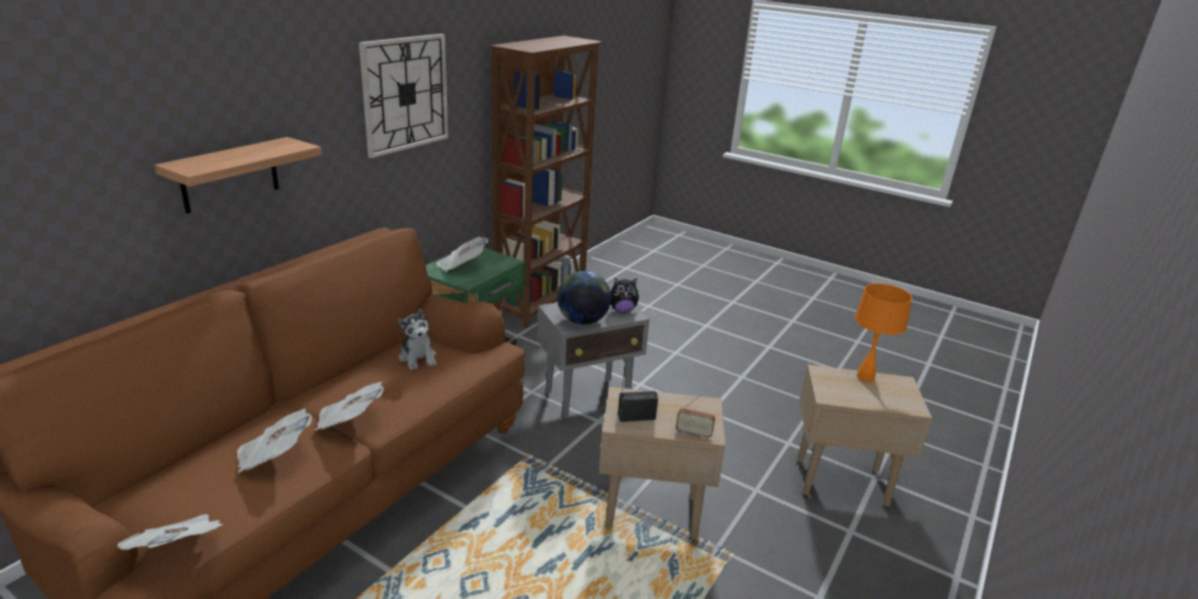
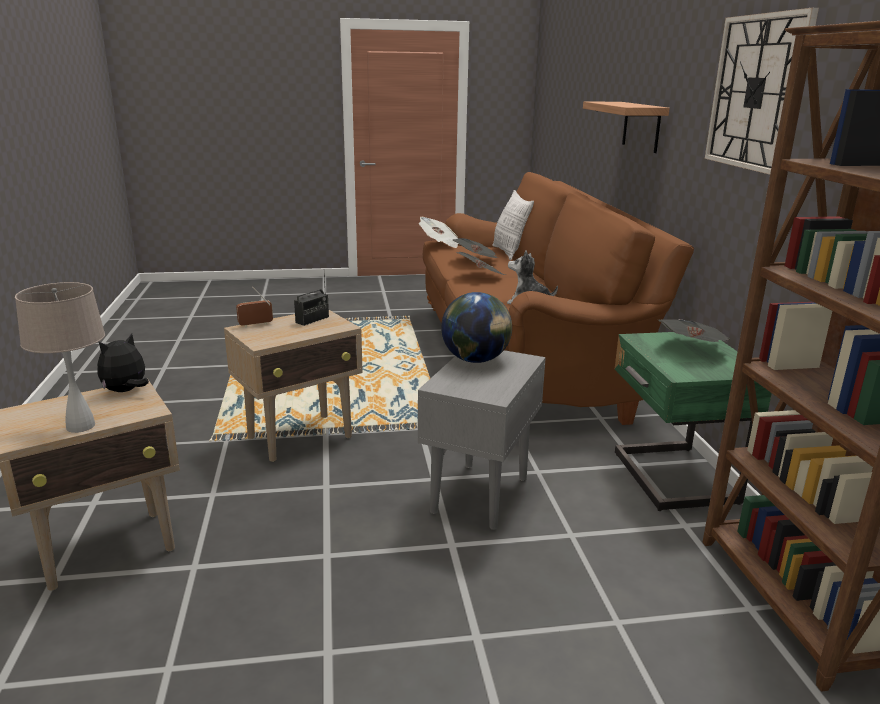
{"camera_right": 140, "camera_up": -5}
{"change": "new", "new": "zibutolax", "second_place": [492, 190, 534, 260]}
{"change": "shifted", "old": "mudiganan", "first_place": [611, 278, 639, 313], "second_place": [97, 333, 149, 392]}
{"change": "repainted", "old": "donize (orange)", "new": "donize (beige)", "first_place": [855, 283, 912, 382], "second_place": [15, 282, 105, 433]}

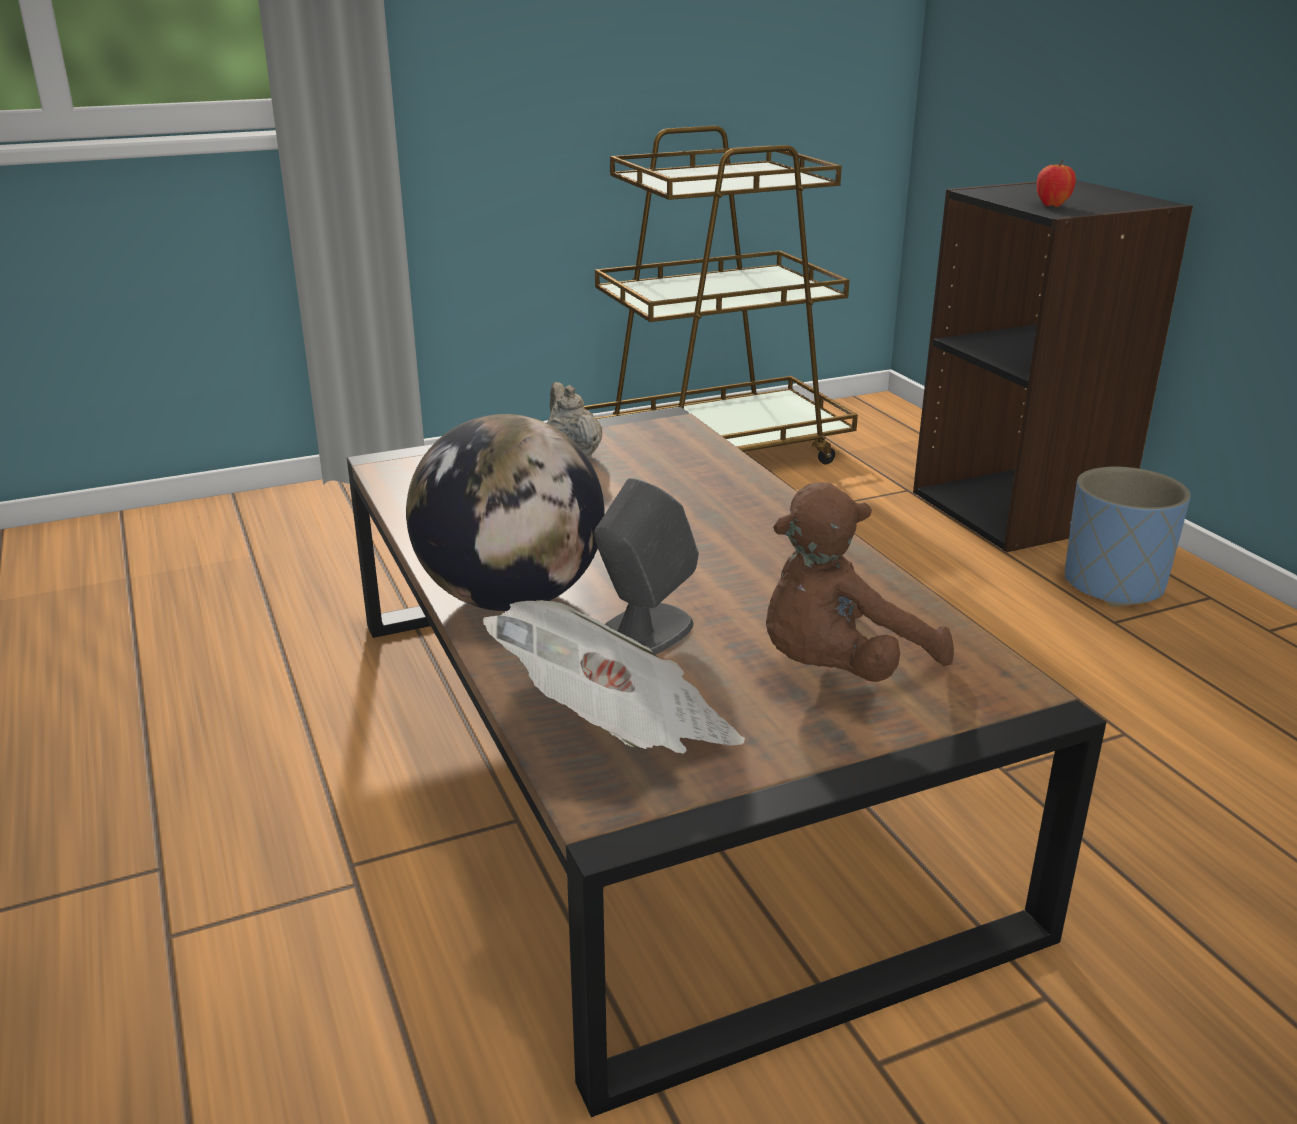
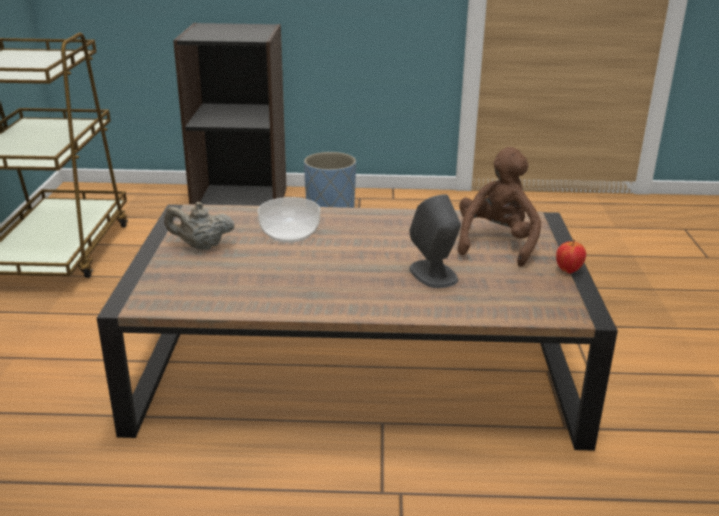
{"camera_right": -65, "camera_up": 0}
{"change": "gone", "old": "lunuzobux", "first_place": [406, 414, 604, 611]}
{"change": "gone", "old": "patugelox", "first_place": [483, 600, 745, 754]}
{"change": "new", "new": "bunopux", "second_place": [258, 197, 320, 243]}
{"change": "shifted", "old": "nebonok", "first_place": [1037, 160, 1076, 207], "second_place": [556, 239, 586, 273]}
{"change": "rotated", "old": "mudiganan (brown)", "first_place": [766, 482, 954, 682], "second_place": [457, 147, 541, 267], "degrees": -150}

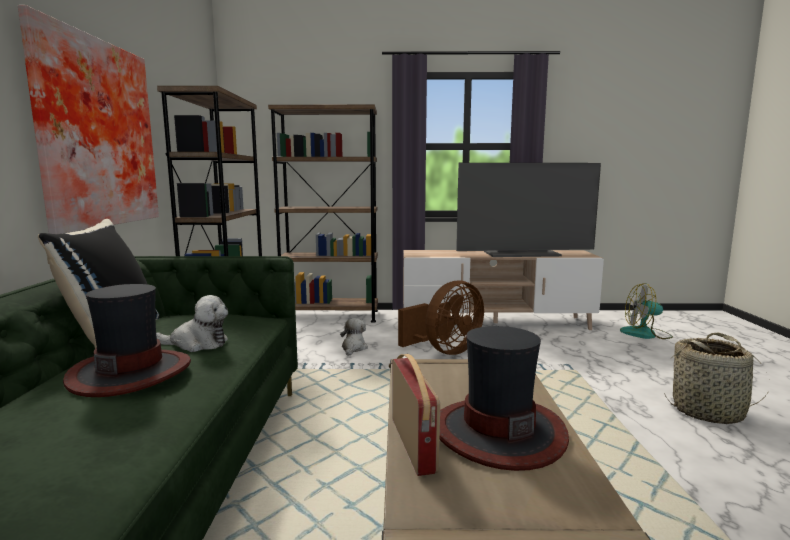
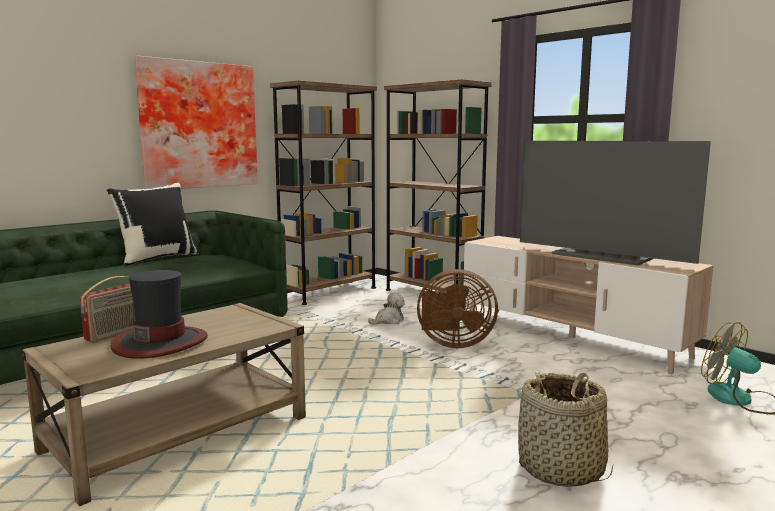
{"camera_right": 45, "camera_up": 0}
{"change": "gone", "old": "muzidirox", "first_place": [63, 284, 191, 397]}
{"change": "gone", "old": "mudiganan", "first_place": [156, 295, 228, 352]}

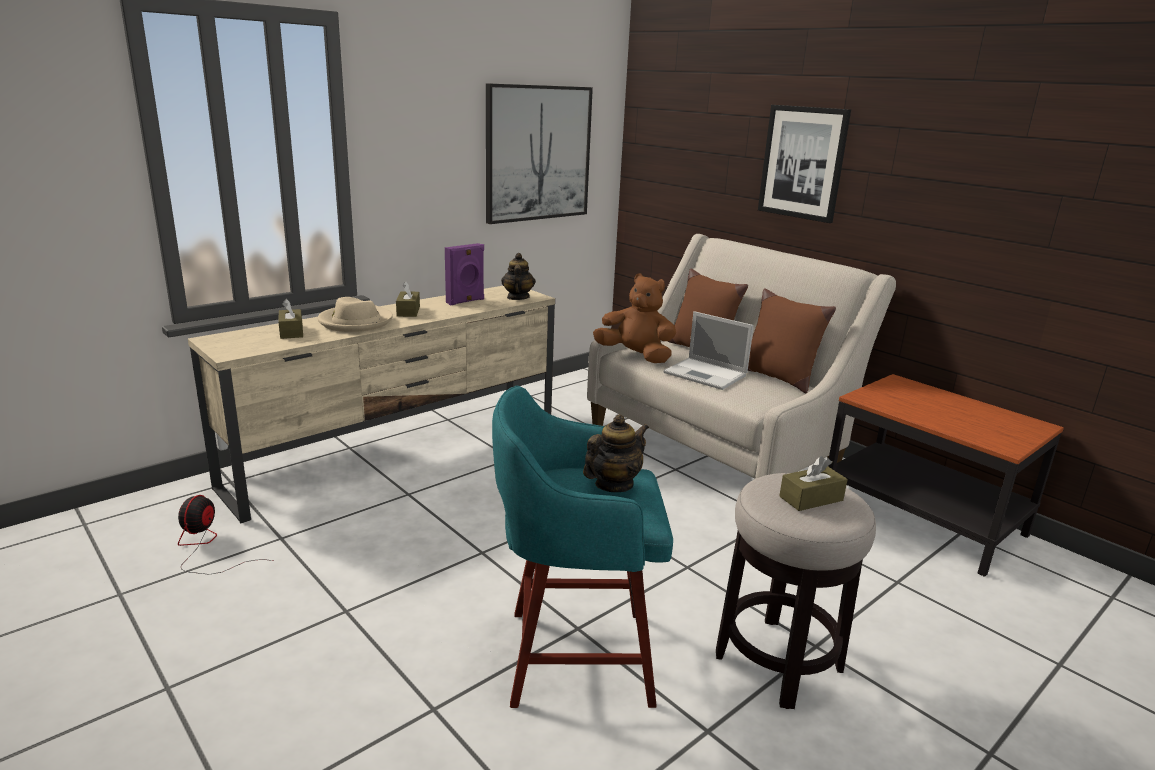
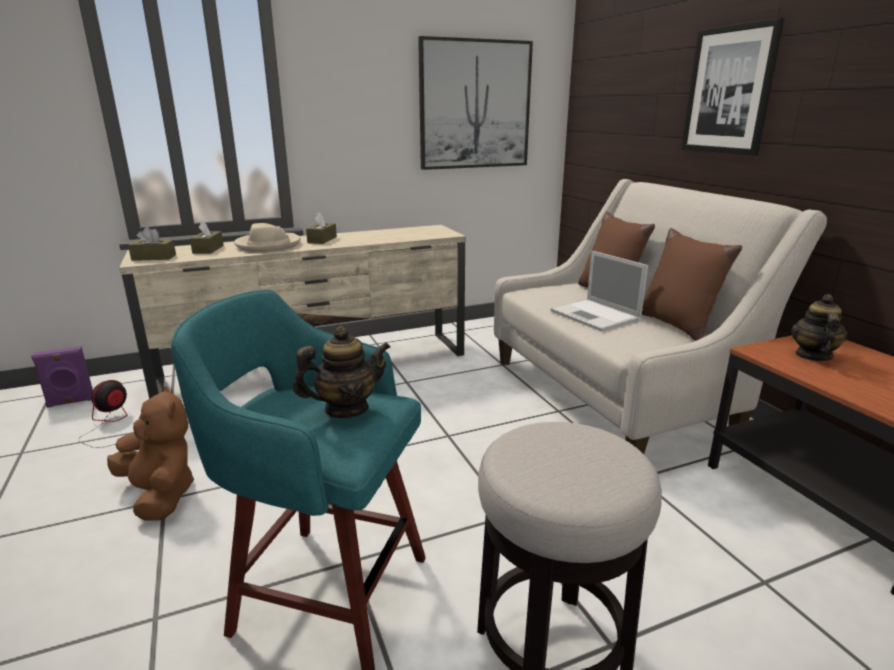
{"camera_right": 20, "camera_up": 0}
{"change": "shifted", "old": "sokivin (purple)", "first_place": [445, 243, 484, 305], "second_place": [31, 346, 93, 408]}
{"change": "shifted", "old": "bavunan", "first_place": [501, 253, 536, 300], "second_place": [791, 294, 848, 361]}
{"change": "shifted", "old": "mudiganan (brown)", "first_place": [593, 273, 676, 363], "second_place": [107, 386, 194, 520]}
{"change": "shifted", "old": "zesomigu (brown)", "first_place": [779, 456, 848, 511], "second_place": [128, 227, 176, 261]}

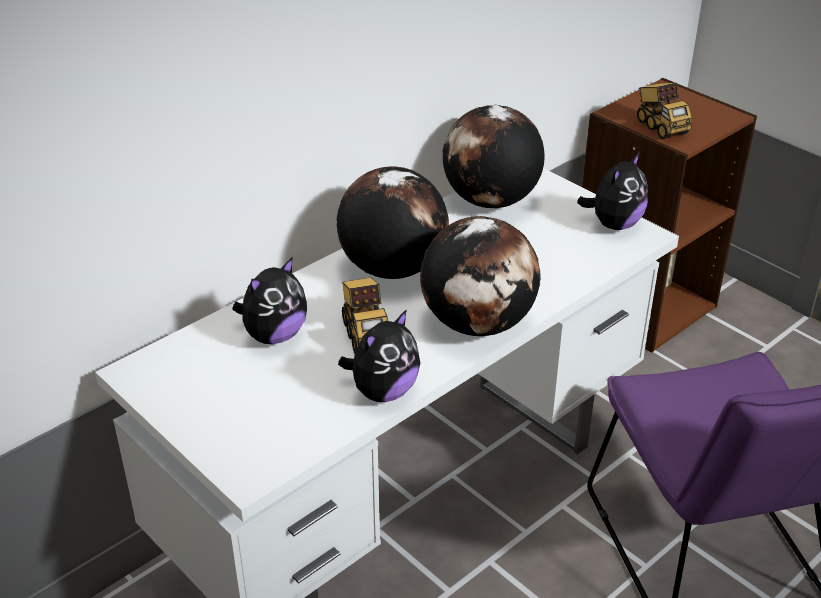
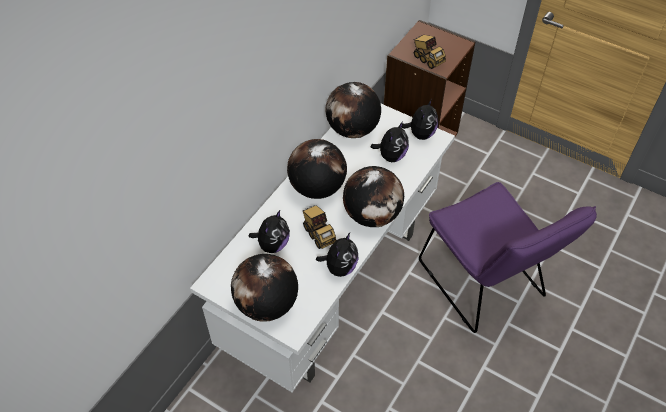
{"camera_right": -15, "camera_up": 15}
{"change": "new", "new": "lunuzobux", "second_place": [231, 254, 298, 322]}
{"change": "new", "new": "mudiganan", "second_place": [371, 121, 409, 162]}

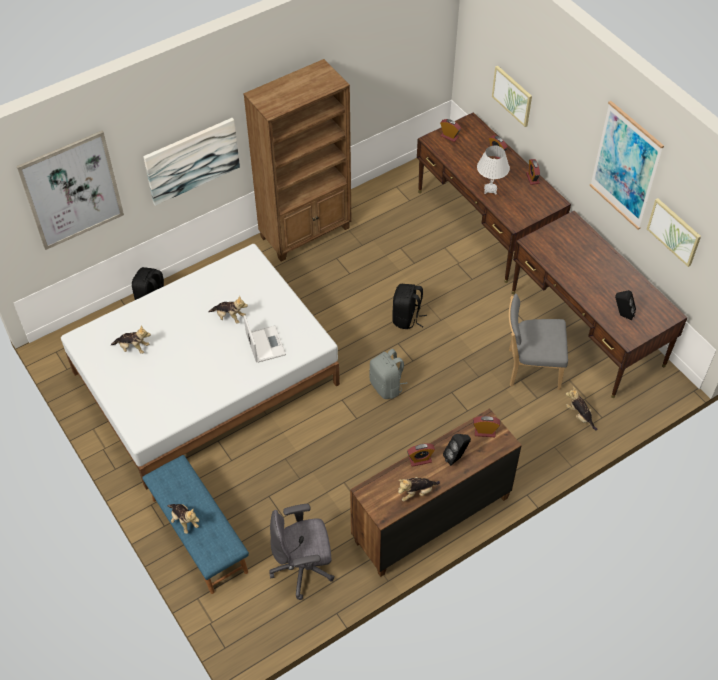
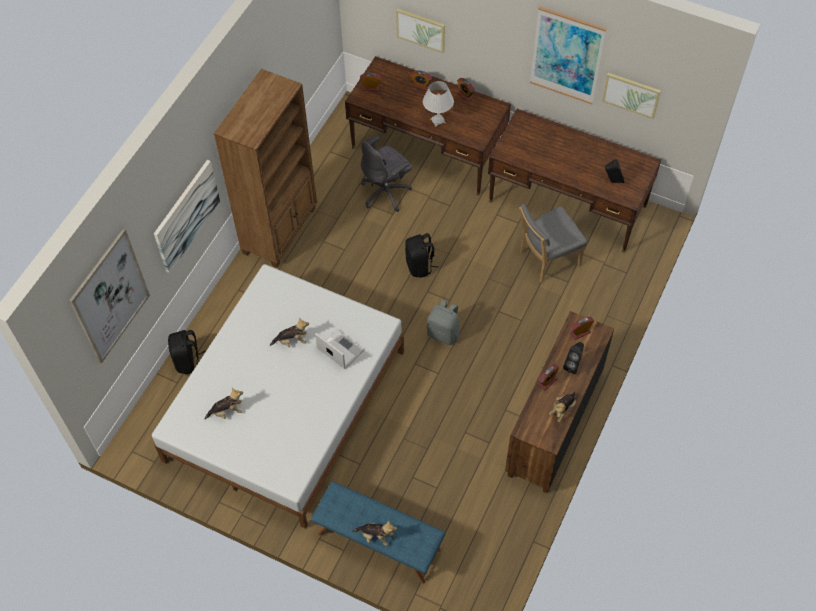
{"camera_right": -30, "camera_up": 5}
{"change": "gone", "old": "mudiganan", "first_place": [566, 386, 597, 431]}
{"change": "shifted", "old": "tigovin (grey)", "first_place": [269, 504, 335, 600], "second_place": [361, 135, 412, 212]}

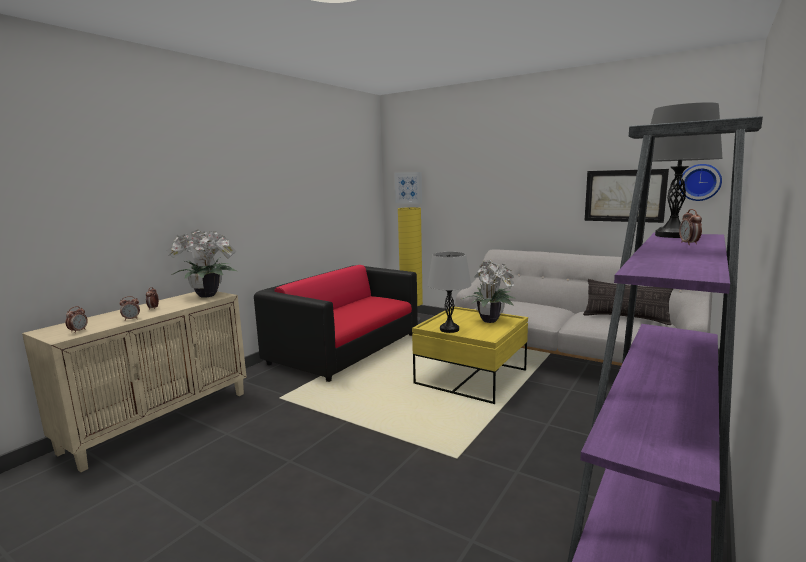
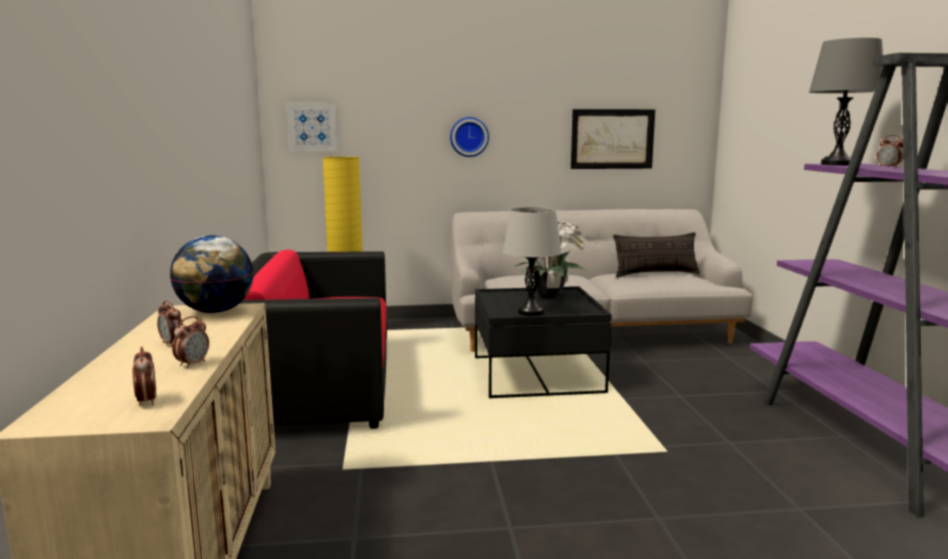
{"camera_right": -40, "camera_up": 0}
{"change": "shifted", "old": "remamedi", "first_place": [679, 164, 722, 201], "second_place": [450, 117, 489, 157]}
{"change": "swapped", "old": "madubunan", "new": "lunuzobux", "first_place": [167, 230, 236, 298], "second_place": [170, 235, 254, 313]}
{"change": "repainted", "old": "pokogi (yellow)", "new": "pokogi (black)", "first_place": [412, 307, 528, 404], "second_place": [475, 286, 612, 398]}

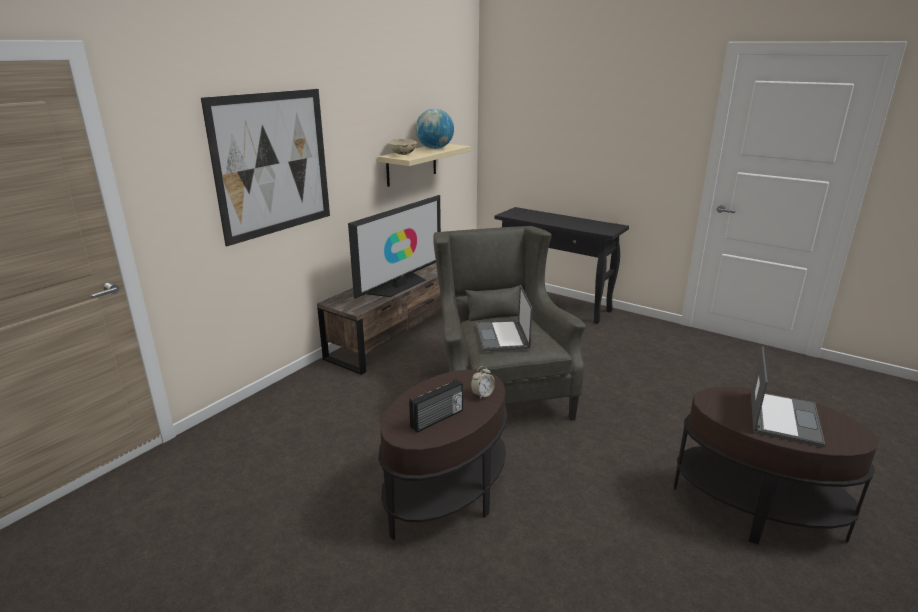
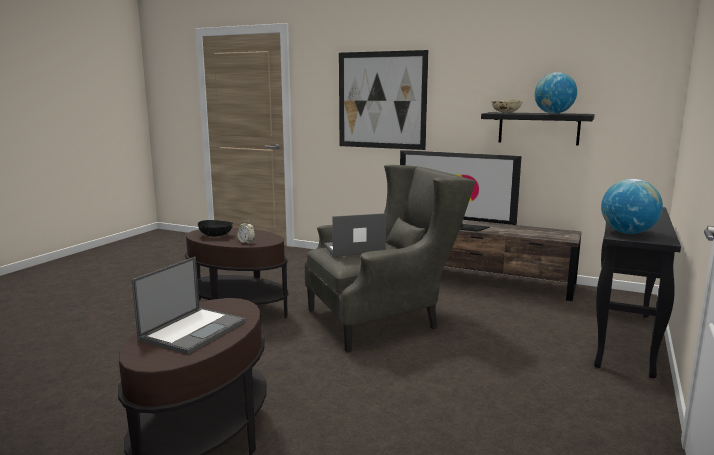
{"camera_right": 80, "camera_up": -10}
{"change": "new", "new": "lunuzobux", "second_place": [601, 179, 663, 234]}
{"change": "swapped", "old": "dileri", "new": "bunopux (black)", "first_place": [409, 379, 463, 433], "second_place": [198, 220, 233, 237]}
{"change": "repainted", "old": "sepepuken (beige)", "new": "sepepuken (black)", "first_place": [378, 144, 471, 187], "second_place": [481, 112, 595, 146]}
{"change": "rotated", "old": "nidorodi", "first_place": [751, 346, 825, 448], "second_place": [132, 257, 246, 354], "degrees": -75}

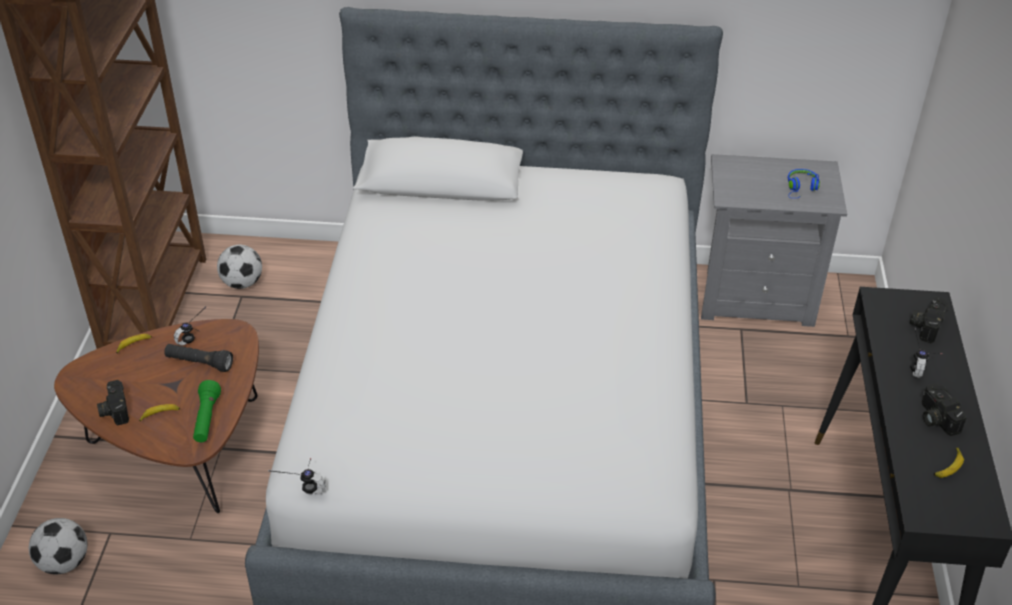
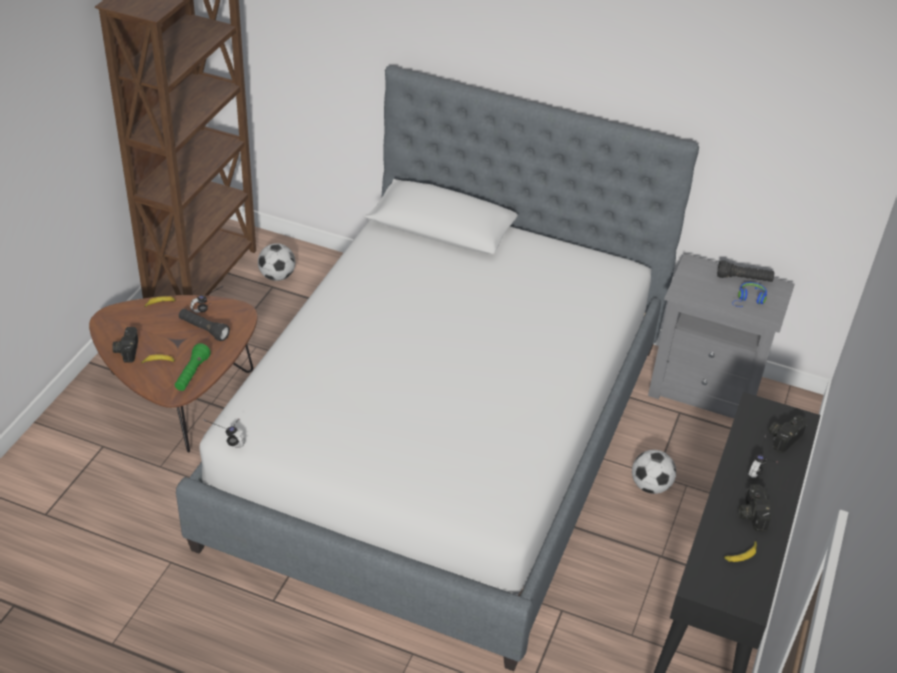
{"camera_right": 15, "camera_up": 0}
{"change": "new", "new": "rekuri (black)", "second_place": [717, 260, 774, 282]}
{"change": "shifted", "old": "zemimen", "first_place": [29, 518, 88, 574], "second_place": [632, 450, 676, 494]}

